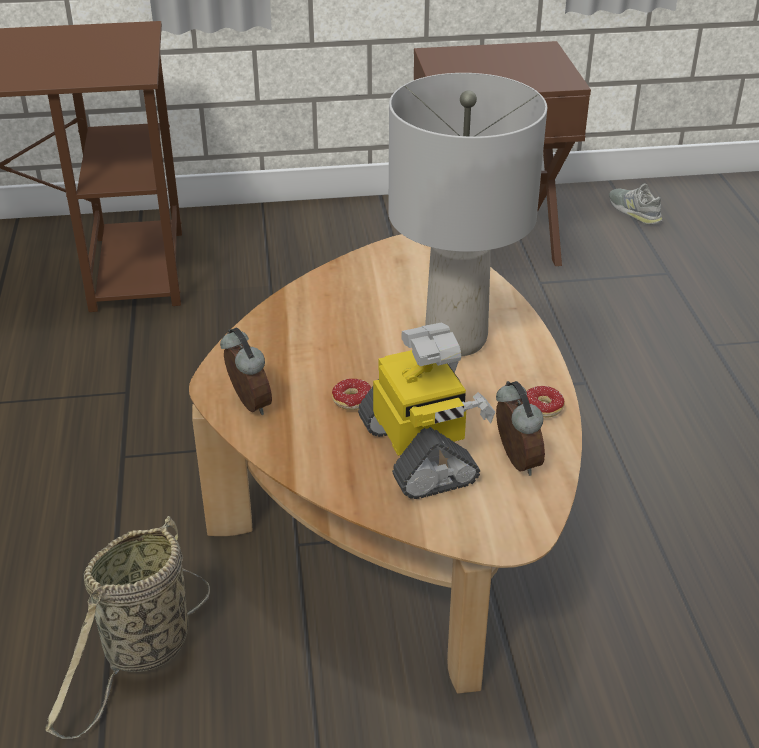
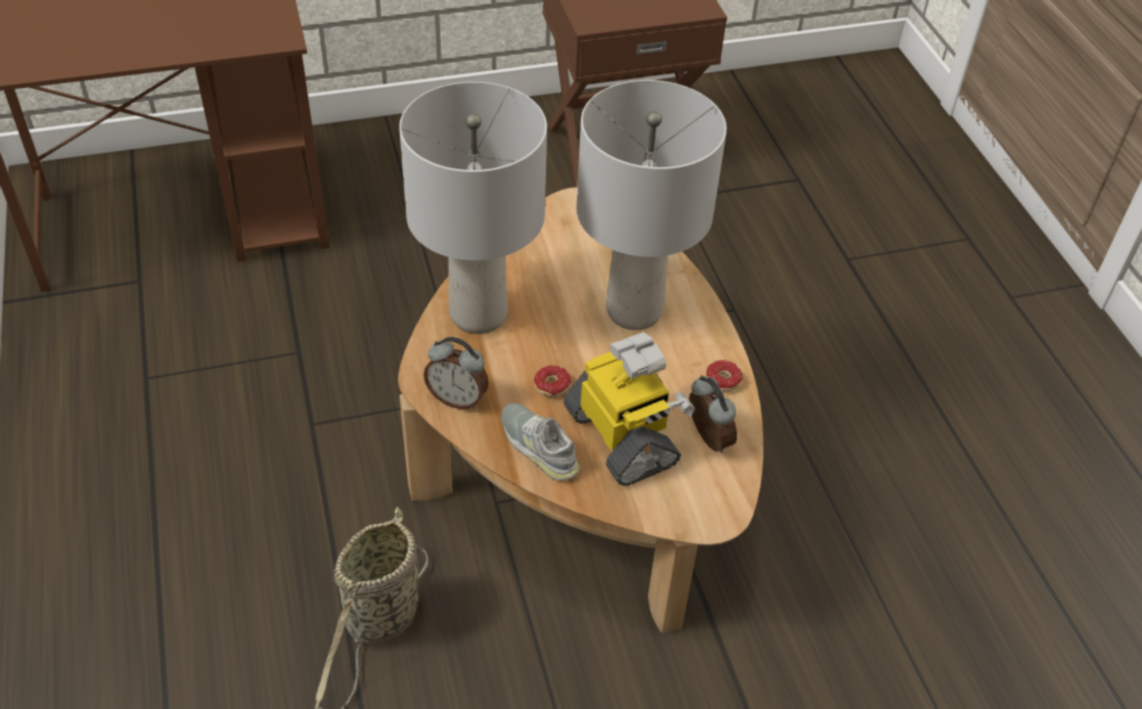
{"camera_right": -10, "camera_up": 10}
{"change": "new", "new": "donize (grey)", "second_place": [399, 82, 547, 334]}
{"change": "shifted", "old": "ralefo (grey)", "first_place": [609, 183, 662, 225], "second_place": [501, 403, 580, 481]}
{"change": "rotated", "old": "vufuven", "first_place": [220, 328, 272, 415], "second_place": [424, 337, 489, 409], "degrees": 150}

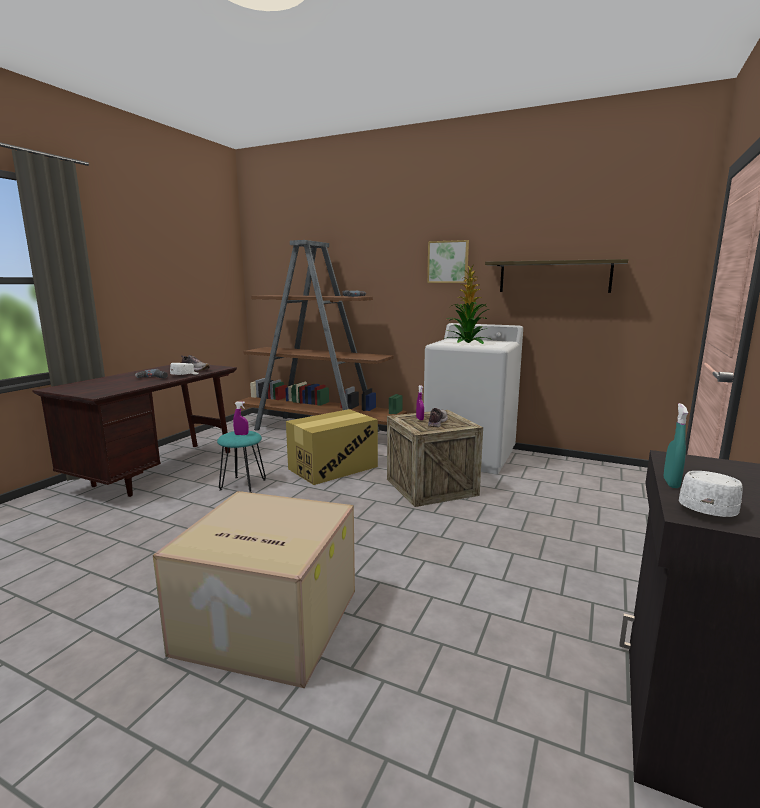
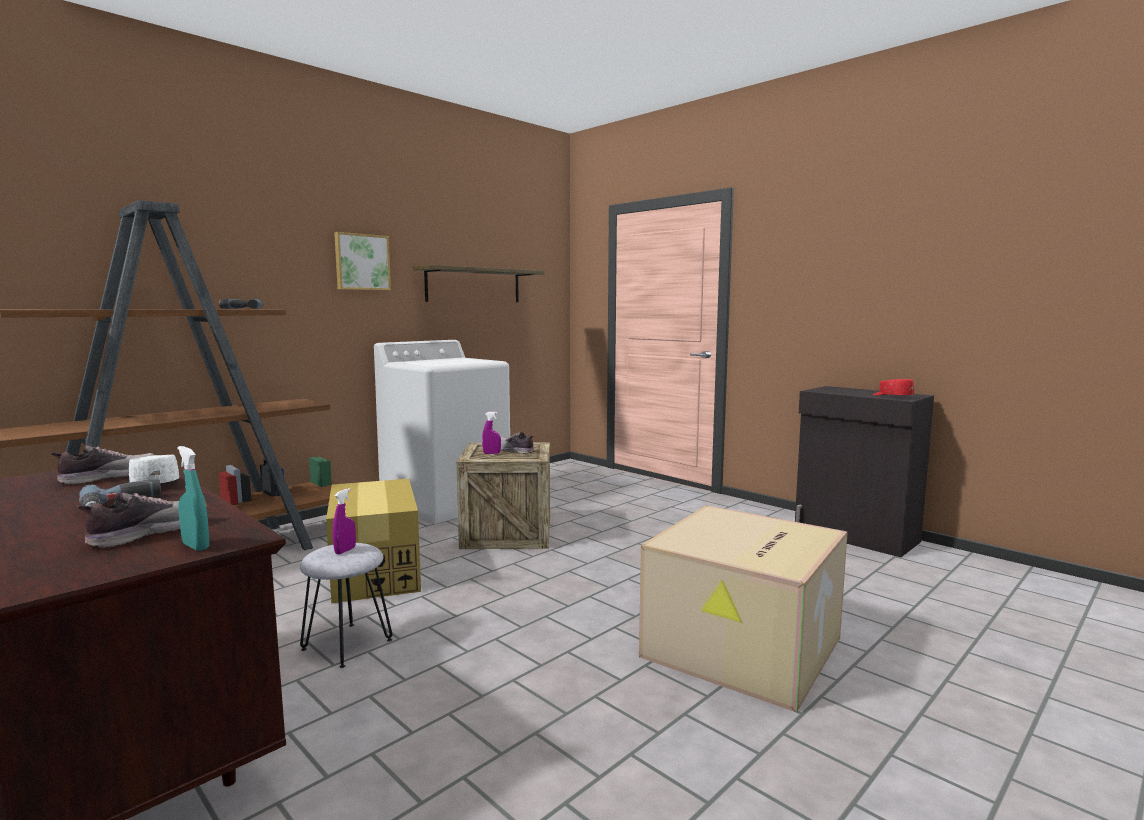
{"camera_right": -70, "camera_up": -5}
{"change": "gone", "old": "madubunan", "first_place": [444, 266, 492, 344]}
{"change": "new", "new": "ralefo", "second_place": [77, 492, 207, 548]}
{"change": "shifted", "old": "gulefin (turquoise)", "first_place": [664, 403, 688, 488], "second_place": [178, 446, 209, 551]}
{"change": "repainted", "old": "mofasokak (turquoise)", "new": "mofasokak (grey)", "first_place": [217, 431, 266, 493], "second_place": [300, 543, 392, 668]}
{"change": "repainted", "old": "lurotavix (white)", "new": "lurotavix (red)", "first_place": [679, 471, 743, 517], "second_place": [873, 379, 914, 396]}

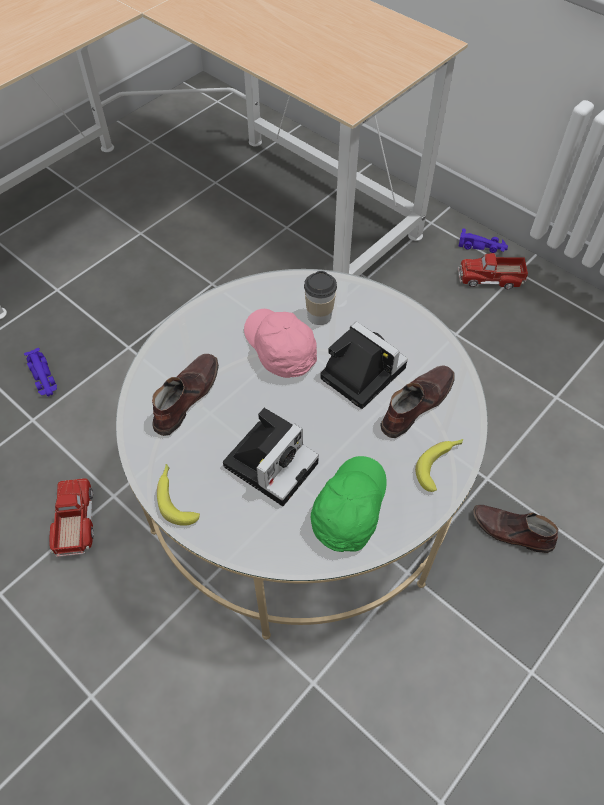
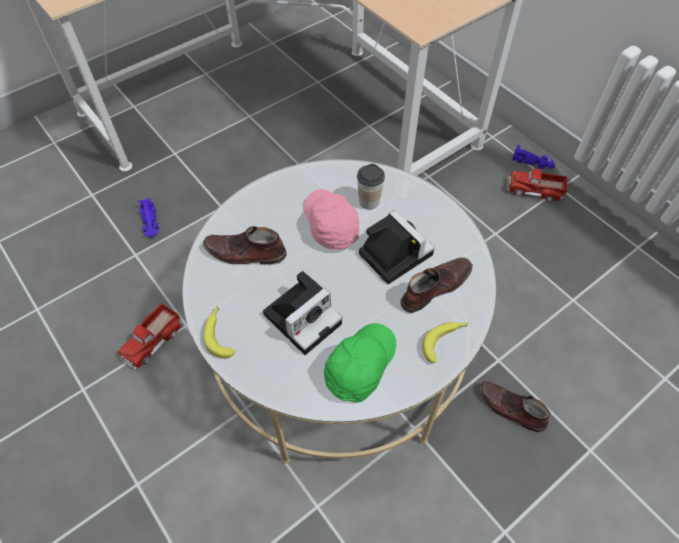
{"camera_right": 10, "camera_up": 0}
{"change": "rotated", "old": "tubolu", "first_place": [49, 478, 94, 557], "second_place": [118, 303, 182, 370], "degrees": -150}
{"change": "rotated", "old": "ralefo (brown)", "first_place": [152, 354, 219, 436], "second_place": [203, 226, 286, 264], "degrees": -120}

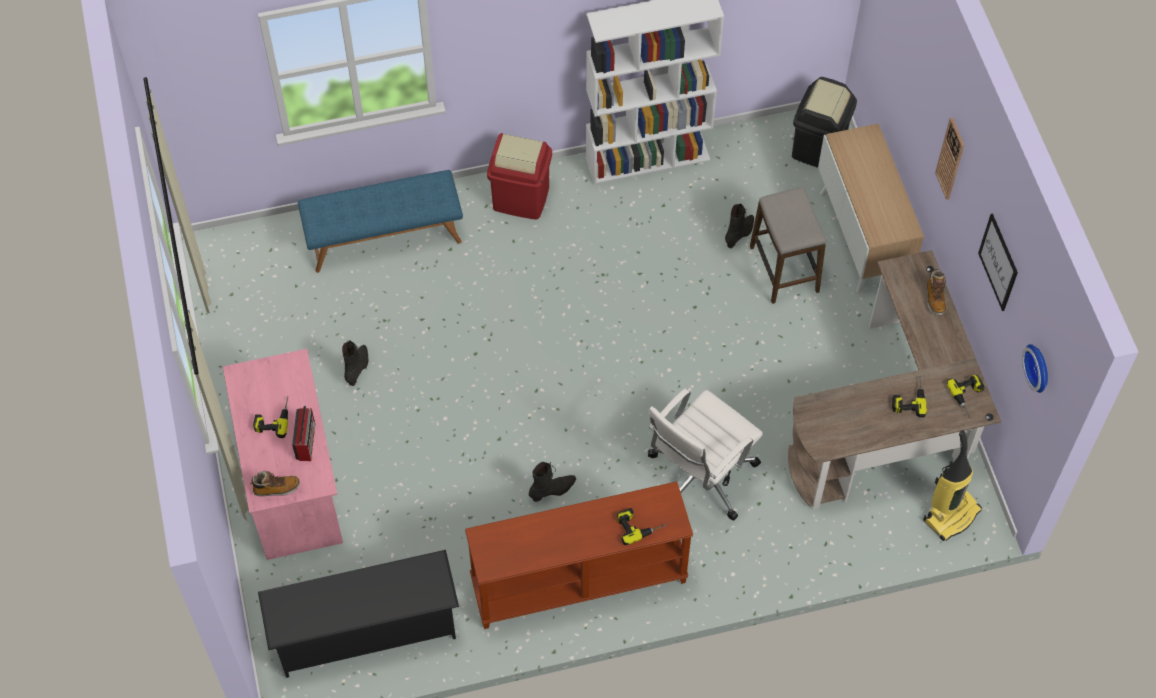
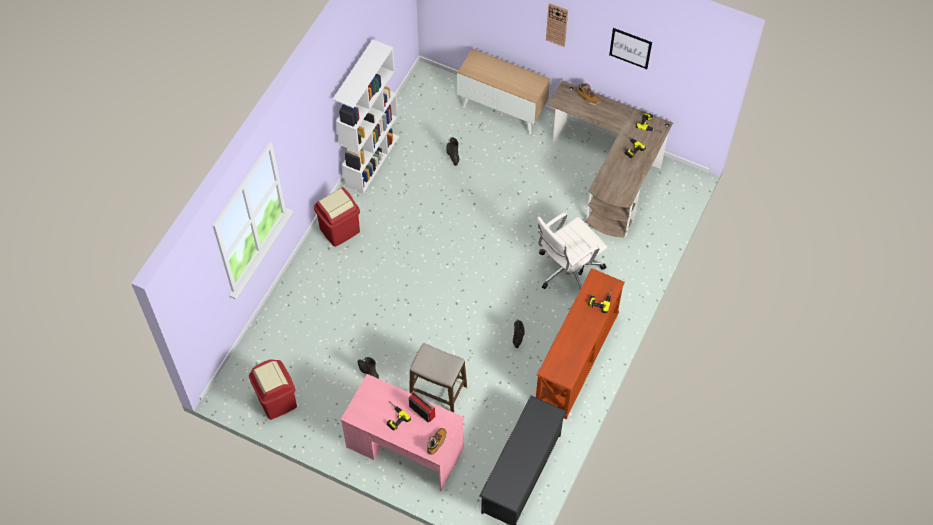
{"camera_right": -50, "camera_up": 0}
{"change": "gone", "old": "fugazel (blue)", "first_place": [298, 170, 463, 273]}
{"change": "gone", "old": "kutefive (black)", "first_place": [792, 77, 857, 168]}
{"change": "gone", "old": "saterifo", "first_place": [923, 430, 982, 541]}
{"change": "gone", "old": "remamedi", "first_place": [1022, 344, 1048, 393]}
{"change": "new", "new": "kutefive (red)", "second_place": [249, 359, 297, 420]}
{"change": "shifted", "old": "mofasokak", "first_place": [750, 187, 826, 304], "second_place": [409, 343, 467, 413]}
{"change": "rotated", "old": "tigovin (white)", "first_place": [648, 388, 763, 521], "second_place": [537, 213, 608, 289], "degrees": 60}

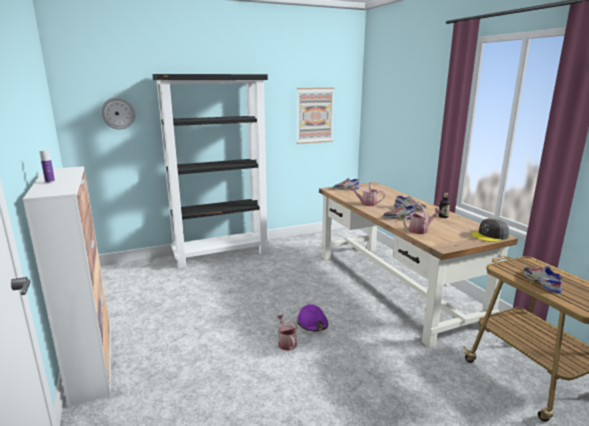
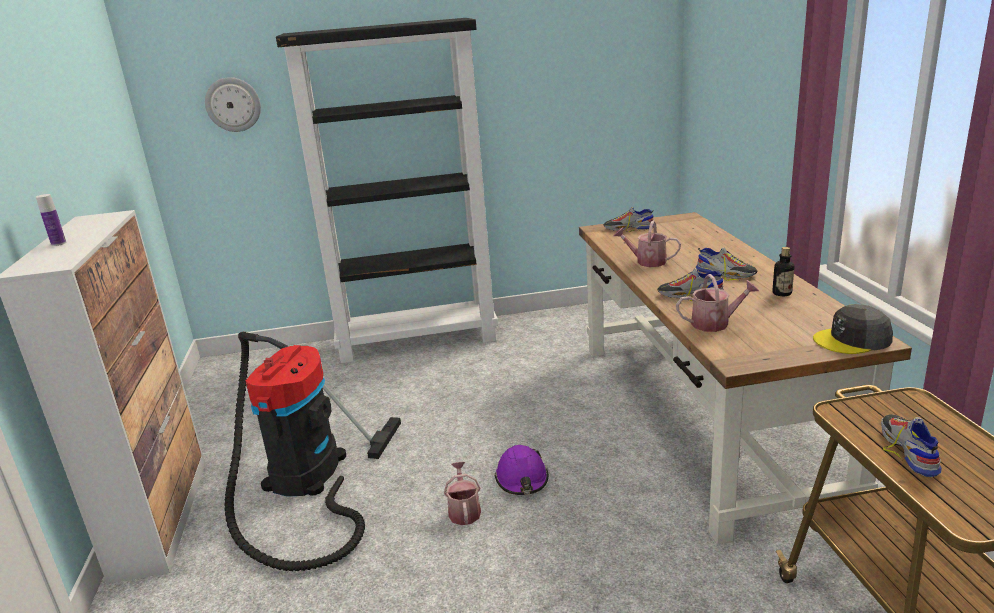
{"camera_right": 15, "camera_up": 5}
{"change": "gone", "old": "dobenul", "first_place": [297, 88, 335, 144]}
{"change": "new", "new": "saterifo", "second_place": [224, 332, 401, 571]}

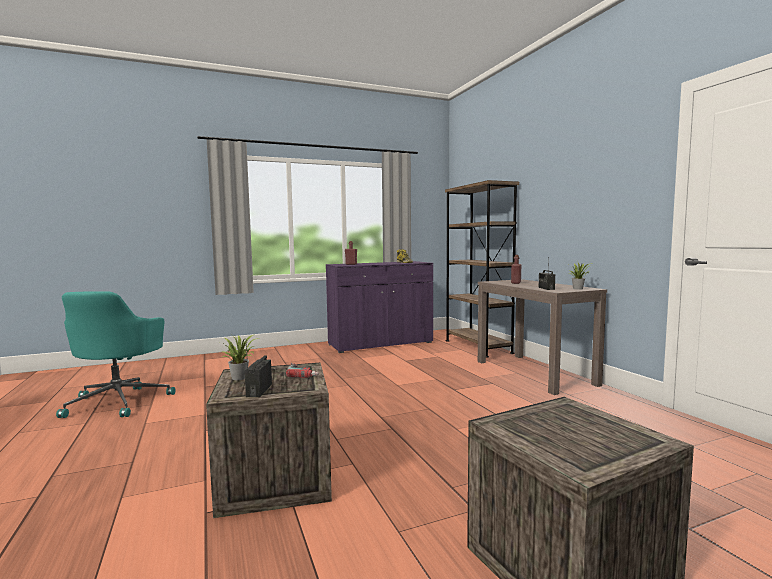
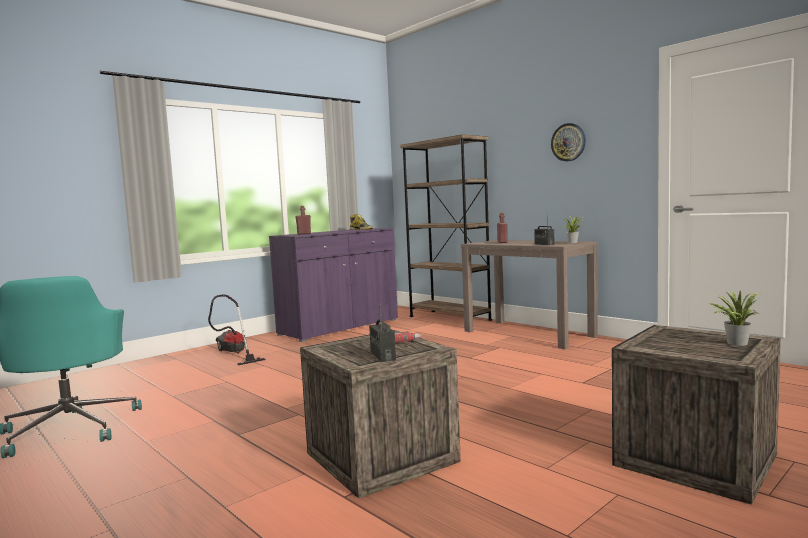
{"camera_right": -20, "camera_up": 0}
{"change": "new", "new": "saterifo", "second_place": [208, 295, 266, 365]}
{"change": "new", "new": "remamedi", "second_place": [551, 123, 586, 161]}
{"change": "shifted", "old": "madubunan", "first_place": [222, 334, 255, 380], "second_place": [708, 291, 760, 346]}

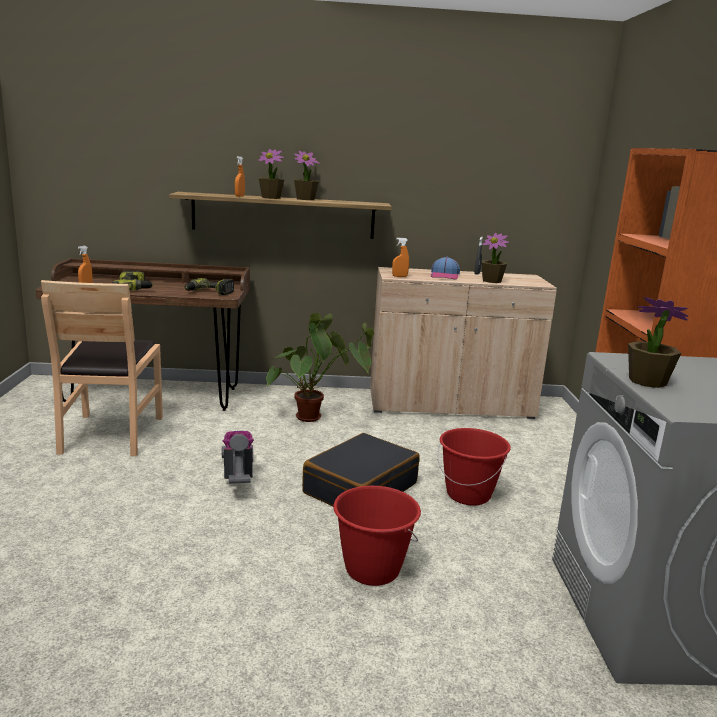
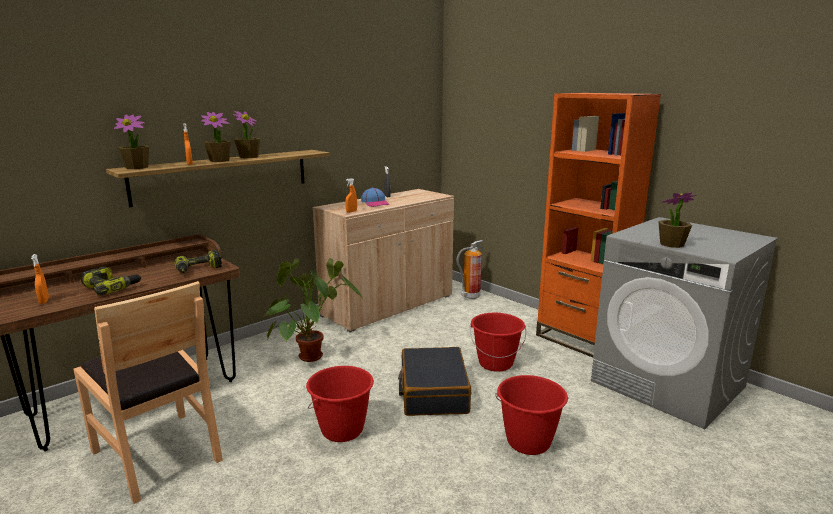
{"camera_right": -40, "camera_up": 0}
{"change": "new", "new": "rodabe", "second_place": [457, 240, 484, 300]}
{"change": "shifted", "old": "madubunan", "first_place": [481, 233, 509, 283], "second_place": [114, 114, 149, 169]}
{"change": "swapped", "old": "saterifo", "new": "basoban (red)", "first_place": [222, 431, 254, 484], "second_place": [306, 366, 374, 442]}

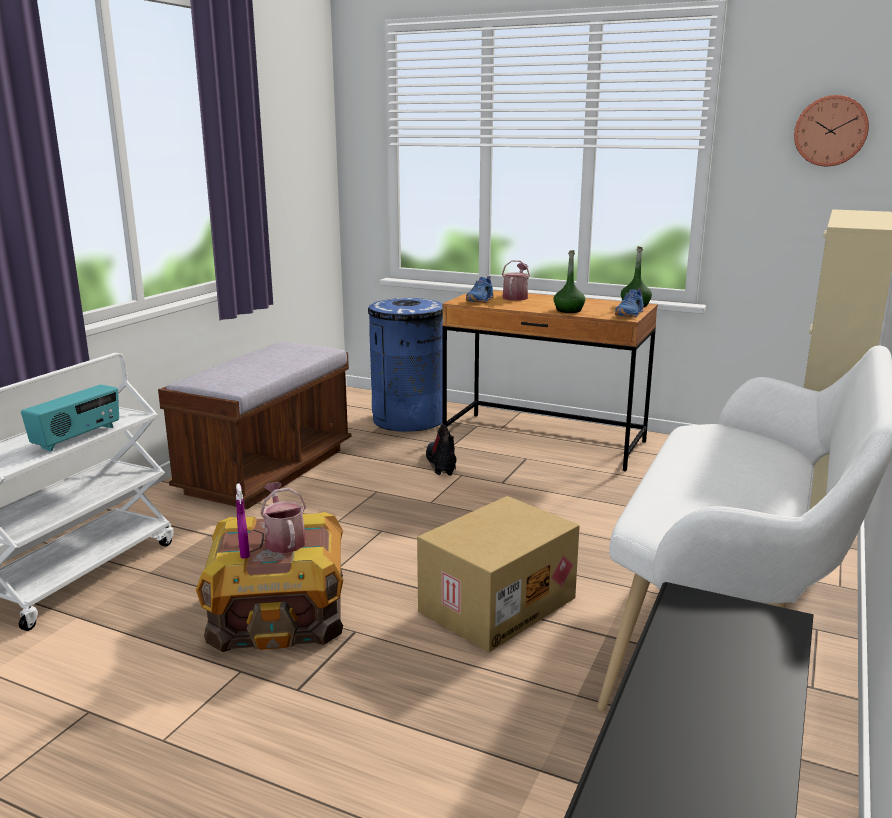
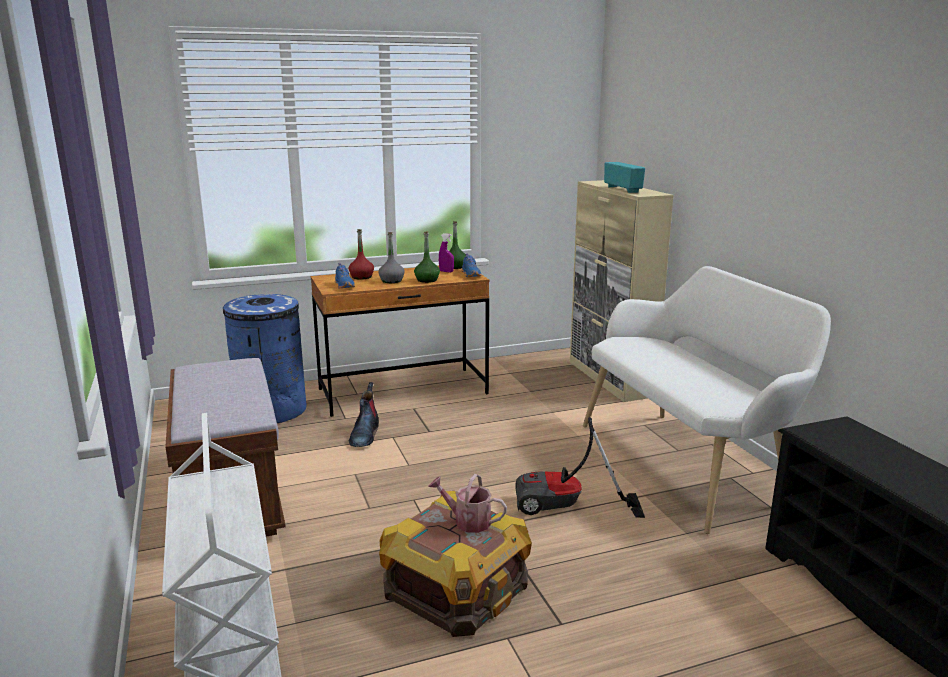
{"camera_right": -45, "camera_up": 0}
{"change": "gone", "old": "remamedi", "first_place": [794, 95, 869, 166]}
{"change": "new", "new": "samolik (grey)", "second_place": [378, 232, 405, 283]}
{"change": "shifted", "old": "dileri", "first_place": [21, 384, 119, 452], "second_place": [604, 162, 645, 193]}
{"change": "shifted", "old": "gulefin (purple)", "first_place": [236, 483, 250, 559], "second_place": [439, 233, 454, 273]}
{"change": "swapped", "old": "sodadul", "new": "saterifo", "first_place": [417, 496, 580, 652], "second_place": [515, 417, 645, 518]}
{"change": "swapped", "old": "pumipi", "new": "samolik (red)", "first_place": [502, 260, 530, 301], "second_place": [348, 229, 374, 280]}
{"change": "rotated", "old": "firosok", "first_place": [426, 424, 457, 476], "second_place": [348, 382, 379, 447], "degrees": -120}

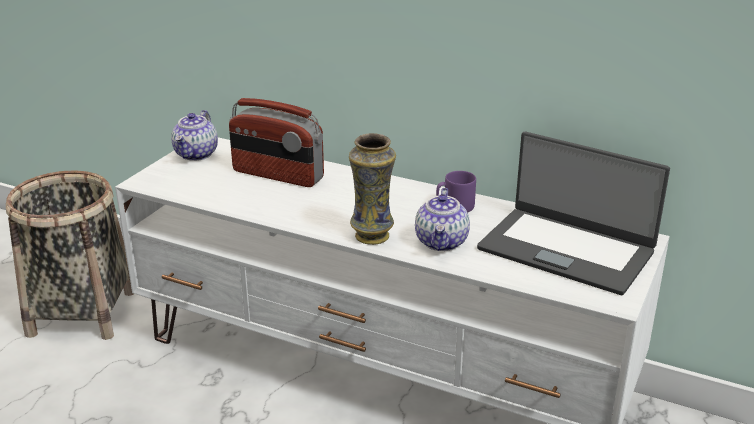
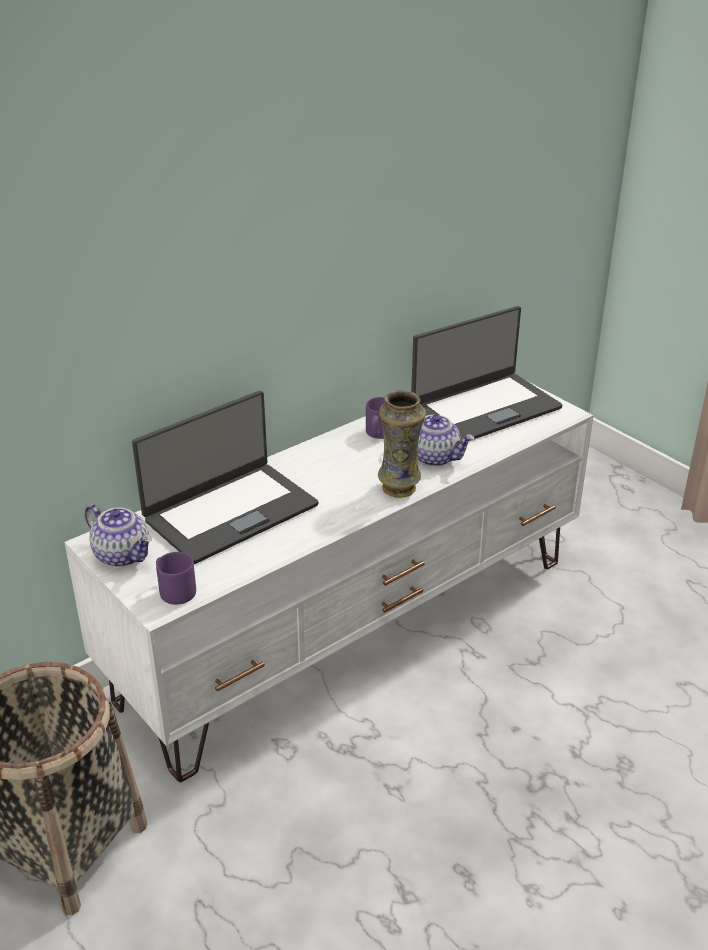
{"camera_right": -65, "camera_up": 5}
{"change": "new", "new": "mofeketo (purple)", "second_place": [156, 552, 196, 605]}
{"change": "swapped", "old": "dileri", "new": "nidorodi", "first_place": [229, 98, 324, 187], "second_place": [132, 391, 318, 564]}

